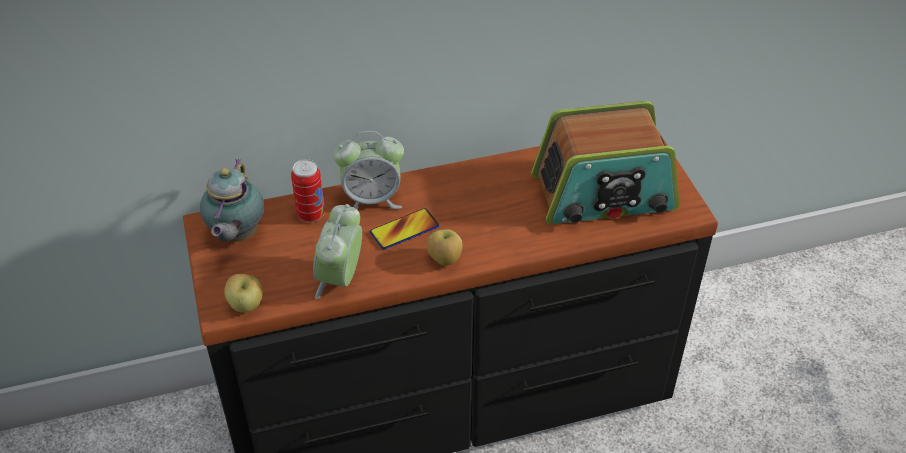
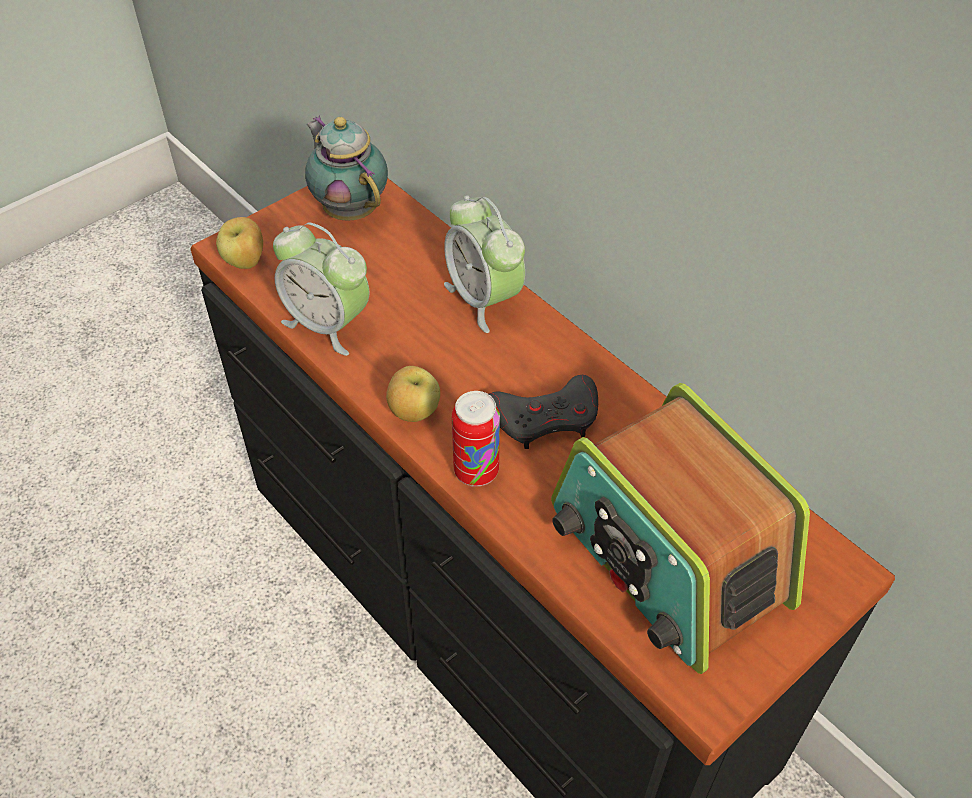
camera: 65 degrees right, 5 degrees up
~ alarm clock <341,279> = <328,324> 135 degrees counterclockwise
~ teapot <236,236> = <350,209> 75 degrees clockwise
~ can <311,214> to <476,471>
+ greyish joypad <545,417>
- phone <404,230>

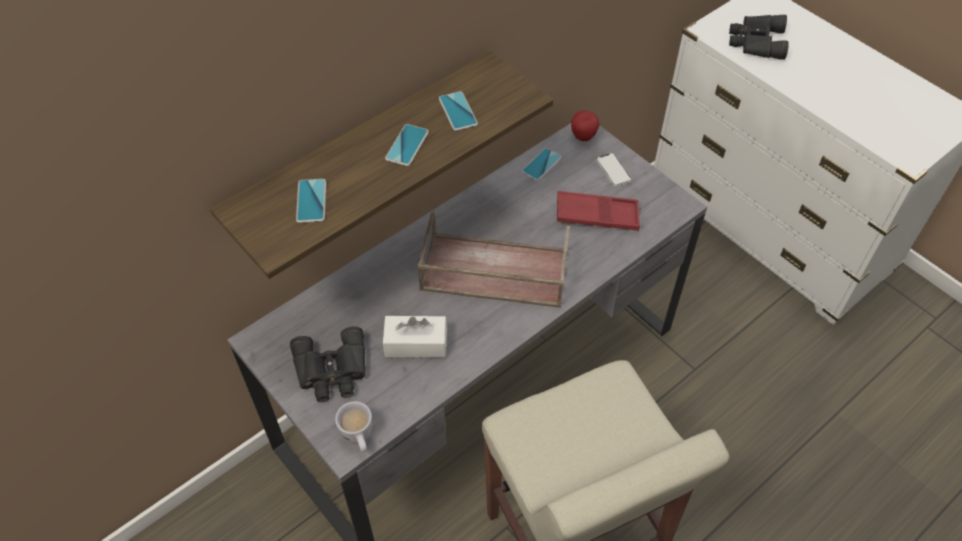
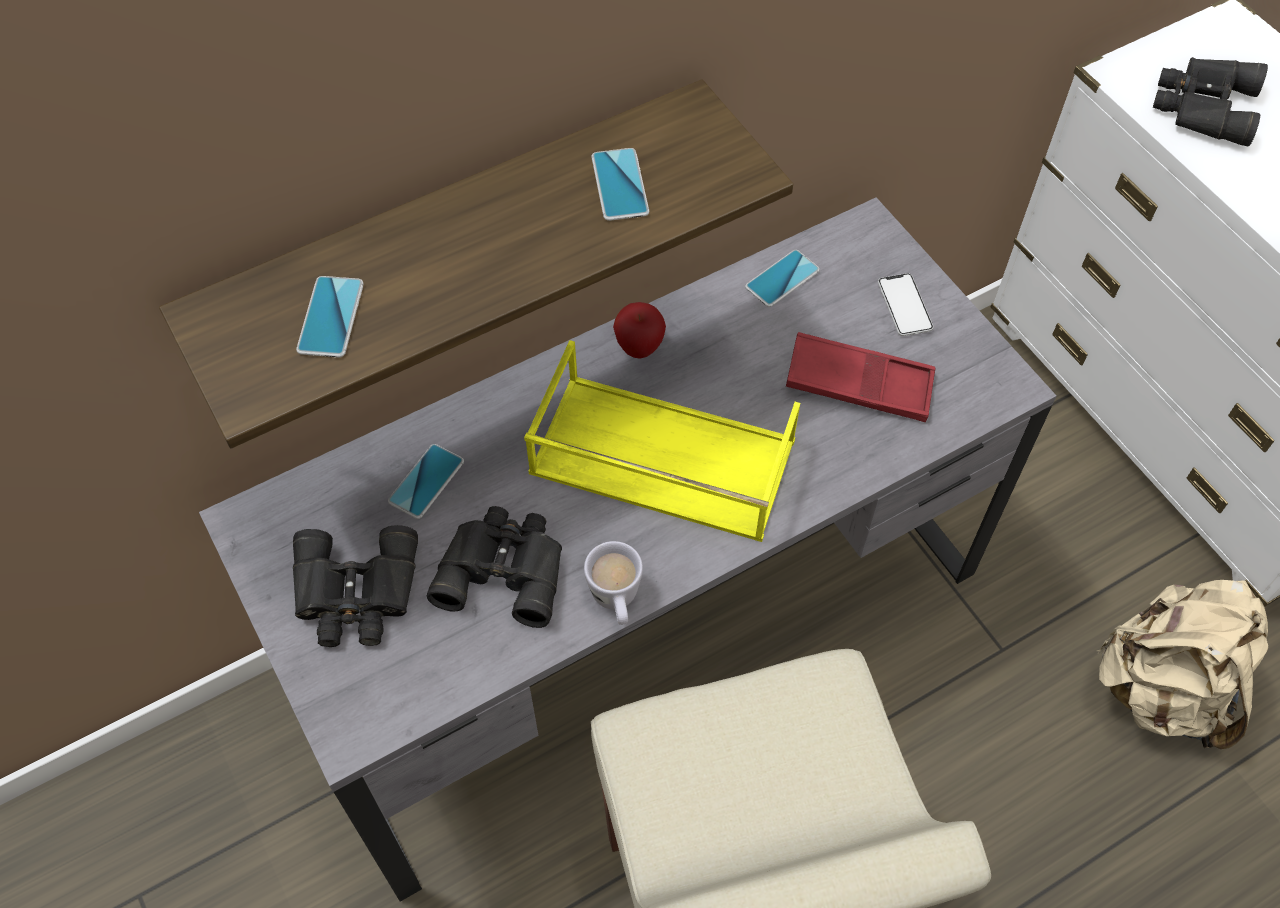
camera: 10 degrees right, 5 degrees up
~ phone <407,145> to <426,481>
~ white-coloured tissue holder <416,343> to black-coloured binoculars <503,568>
~ brownish carrying tray <492,271> to yellow carrying tray <659,459>
~ white-coloured mug <359,439> to <616,601>
~ whole apple <583,137> to <639,348>
+ sand-coloured knapsack <1163,689>

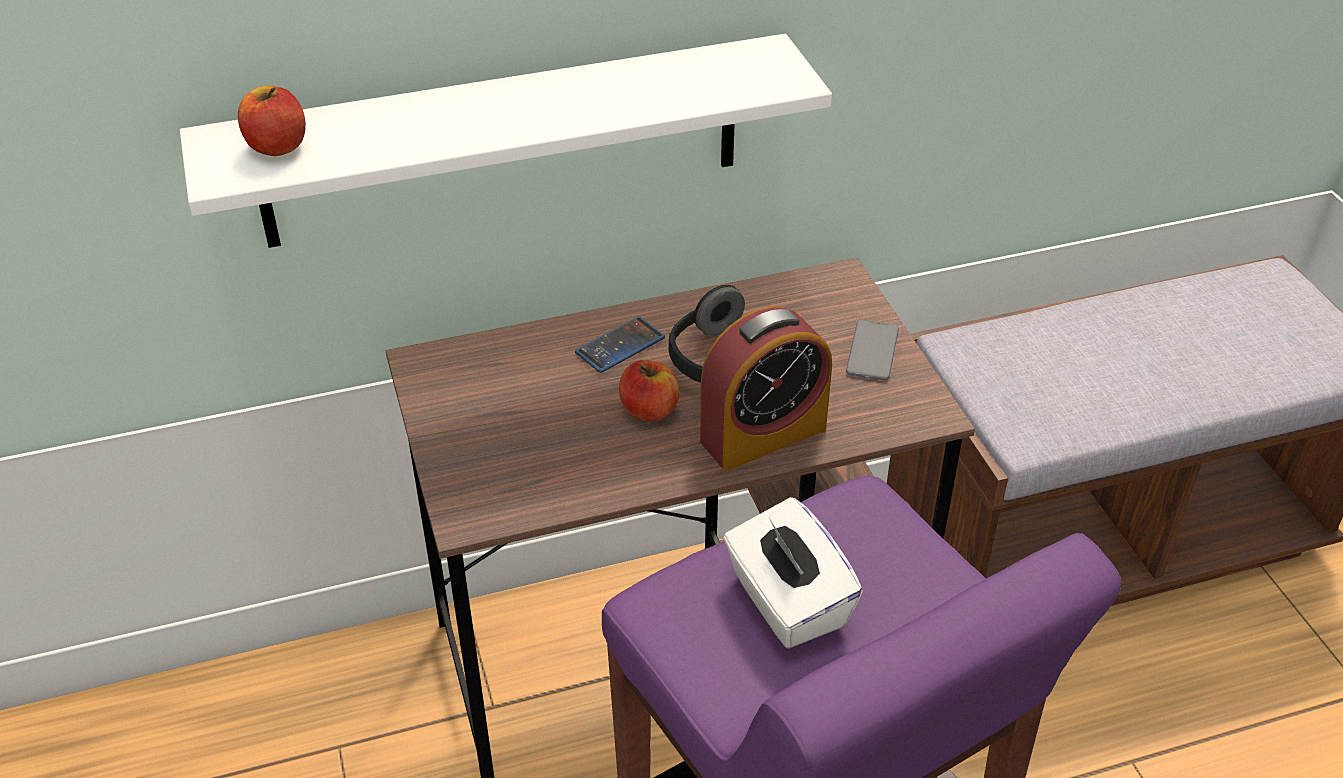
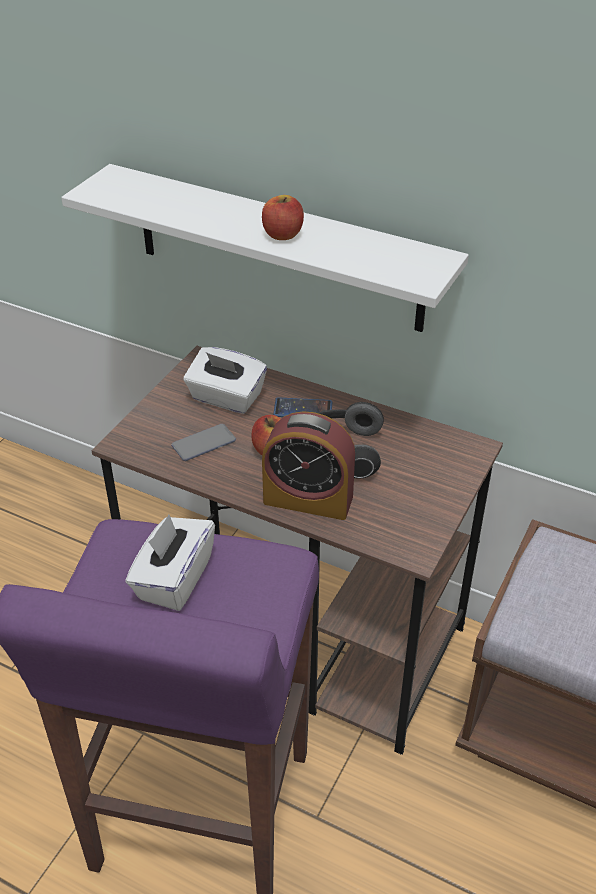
camera: 45 degrees right, 0 degrees up
~ phone <872,351> to <204,443>
+ white-coloured tissue holder <226,398>
~ whole apple <277,146> to <282,234>

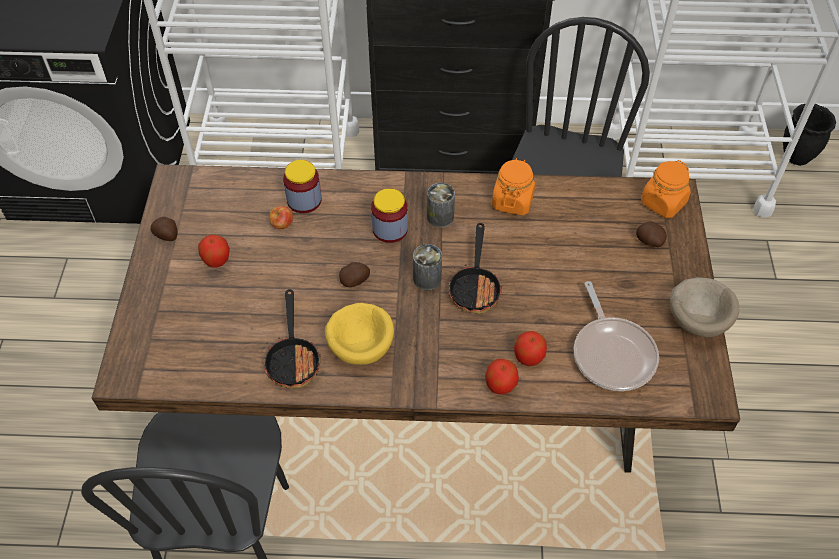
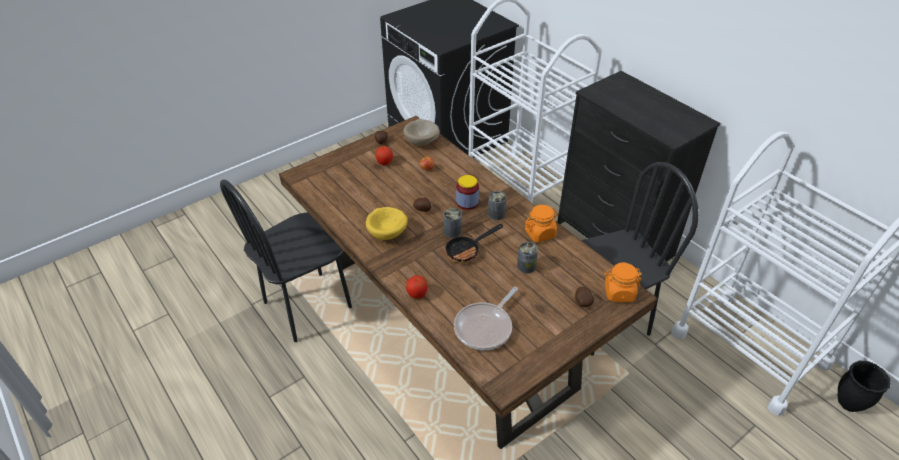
camera: 50 degrees right, 10 degrees down
~ sand-coloured deep dish <699,319> to <422,142>
+ can <526,266>
- frying pan <293,358>
- jar <304,200>
- whole apple <529,357>

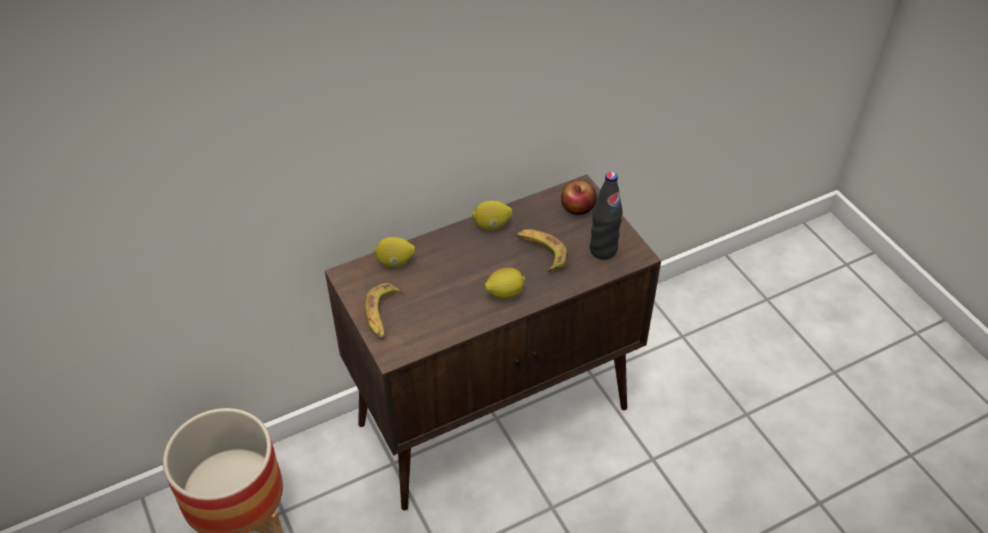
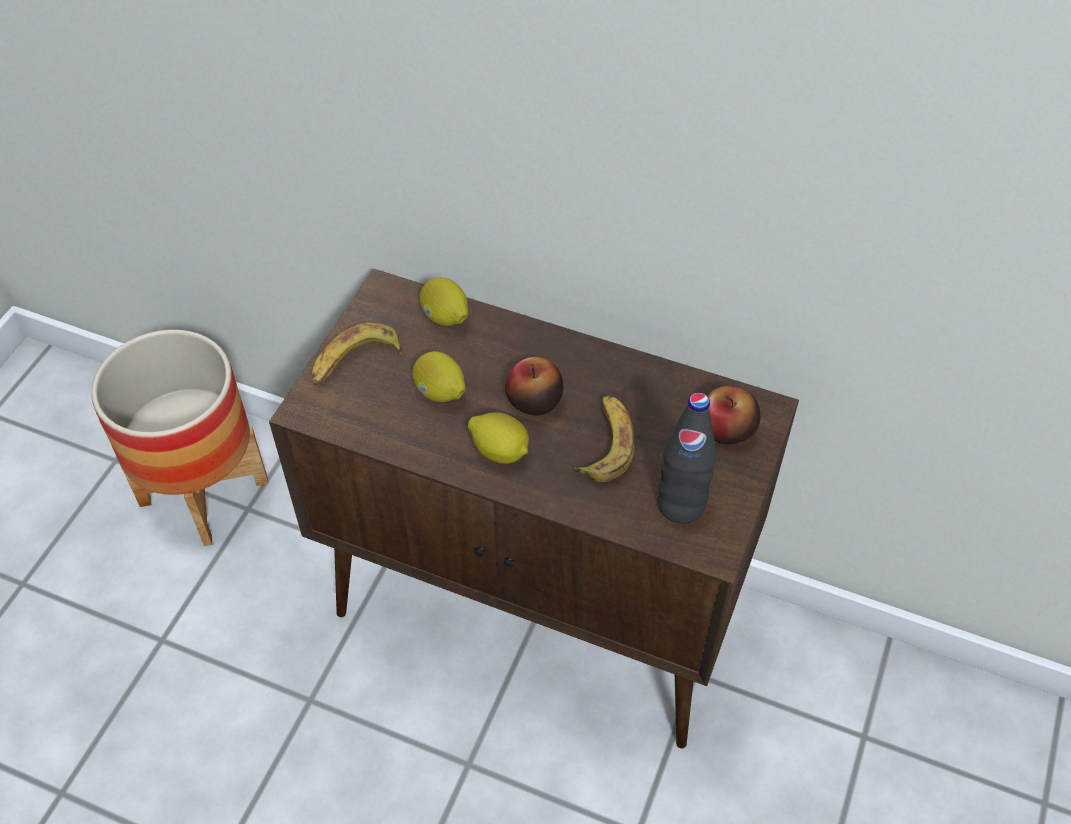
camera: 50 degrees right, 5 degrees up
~ lemon <492,225> to <440,392>
+ whole apple <534,400>

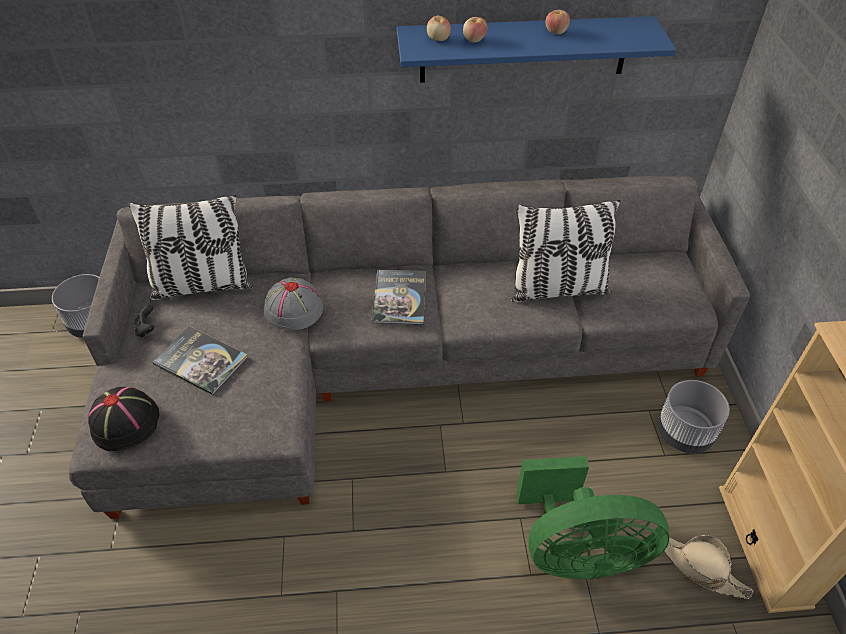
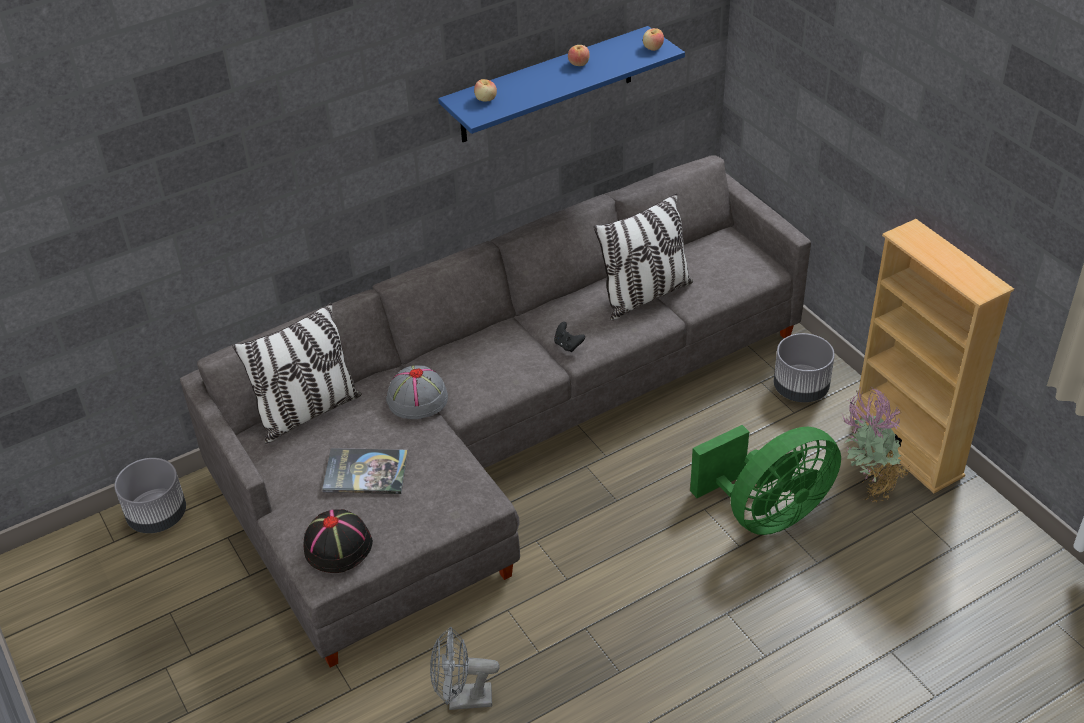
camera: 25 degrees left, 5 degrees down
+ greyish fan <462,699>
~ black-coloured joypad <147,329> to <568,345>
~ whole apple <474,40> to <653,48>
~ sand-coloured clothing hat <700,568> to potted plant <868,484>
- volume <399,297>

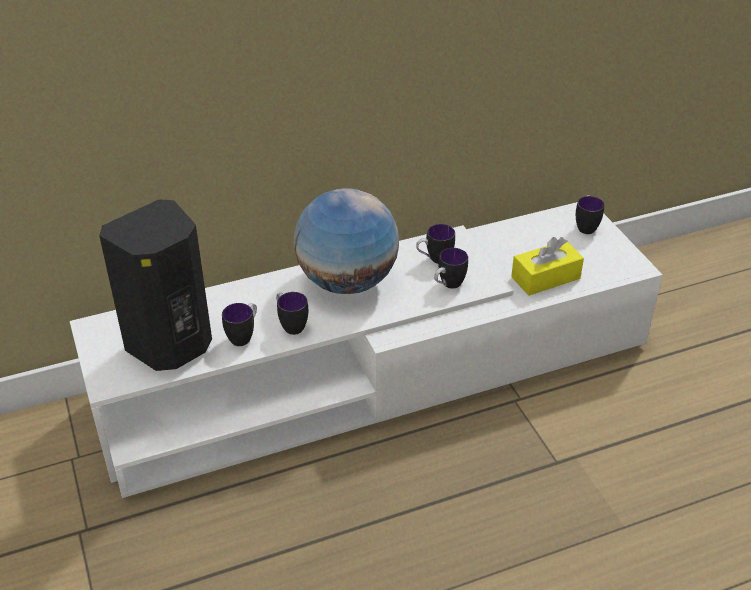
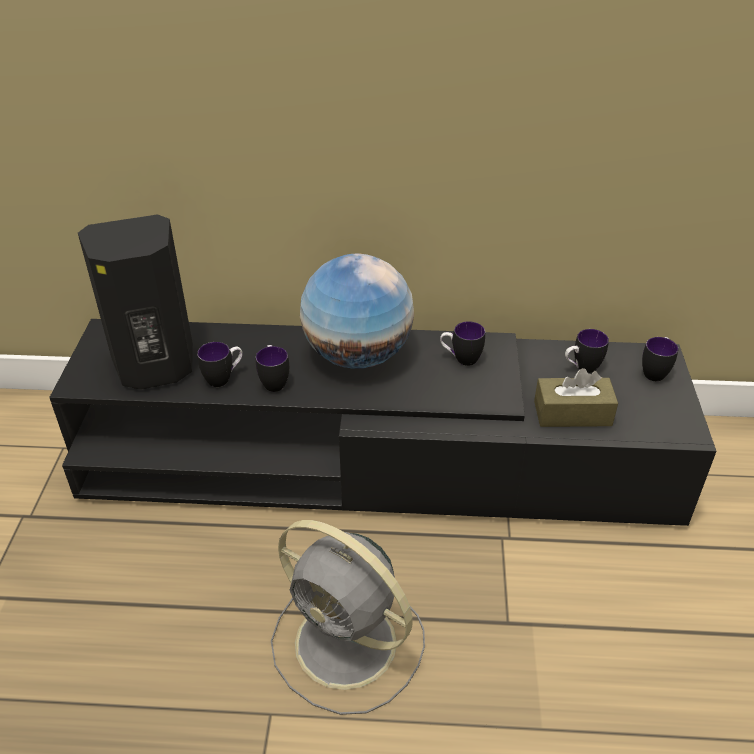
camera: 25 degrees right, 0 degrees up
~ white-coloured tv unit <375,372> to black-coloured tv unit <377,460>
+ greyish fan <349,645>
~ yellow tissue holder <545,278> to brownish tissue holder <572,413>
~ mug <448,285> to <581,368>

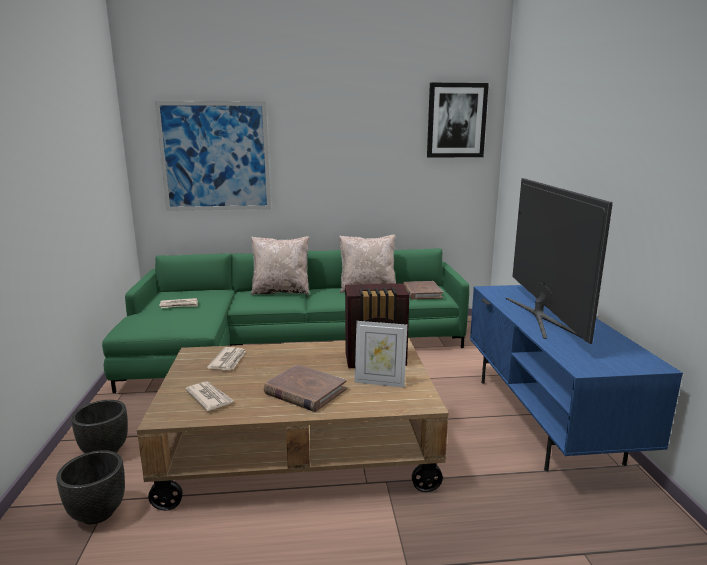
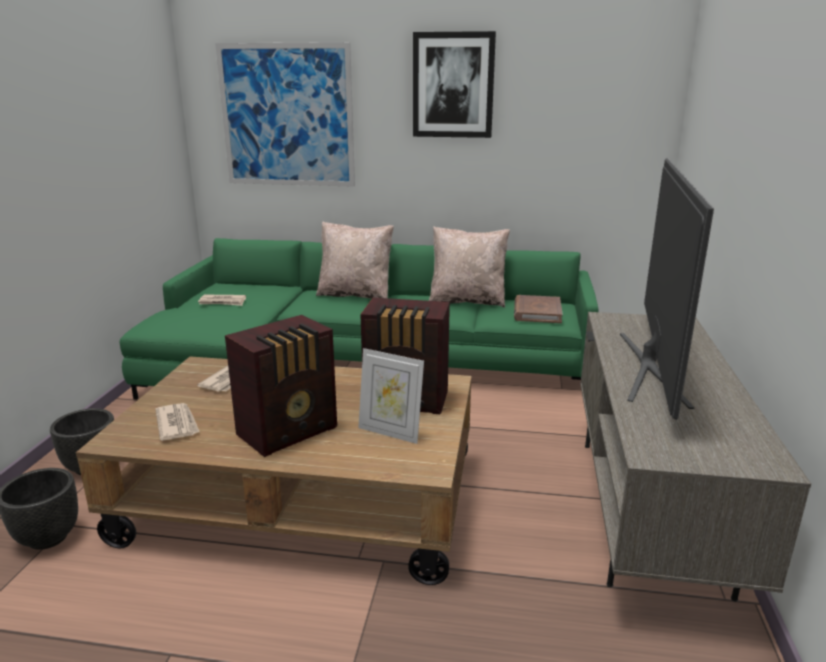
camera: 15 degrees right, 5 degrees up
~ brownish volume <305,391> to radio <290,431>
~ picture <456,120> to <453,85>
~ blue-coloured tv unit <545,418> to greyish tv unit <650,511>

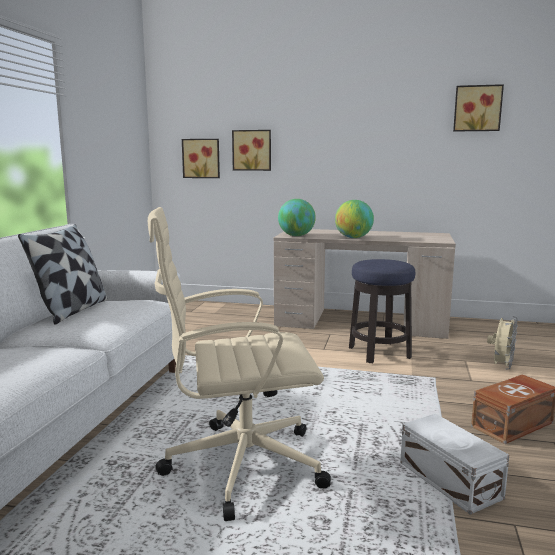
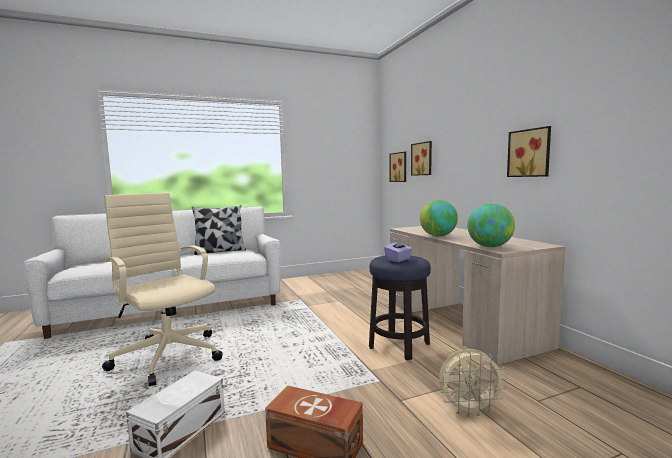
camera: 55 degrees right, 5 degrees down
+ purplish tissue holder <398,260>
~ world globe <296,236> to <489,246>
~ picture <477,108> to <530,153>

